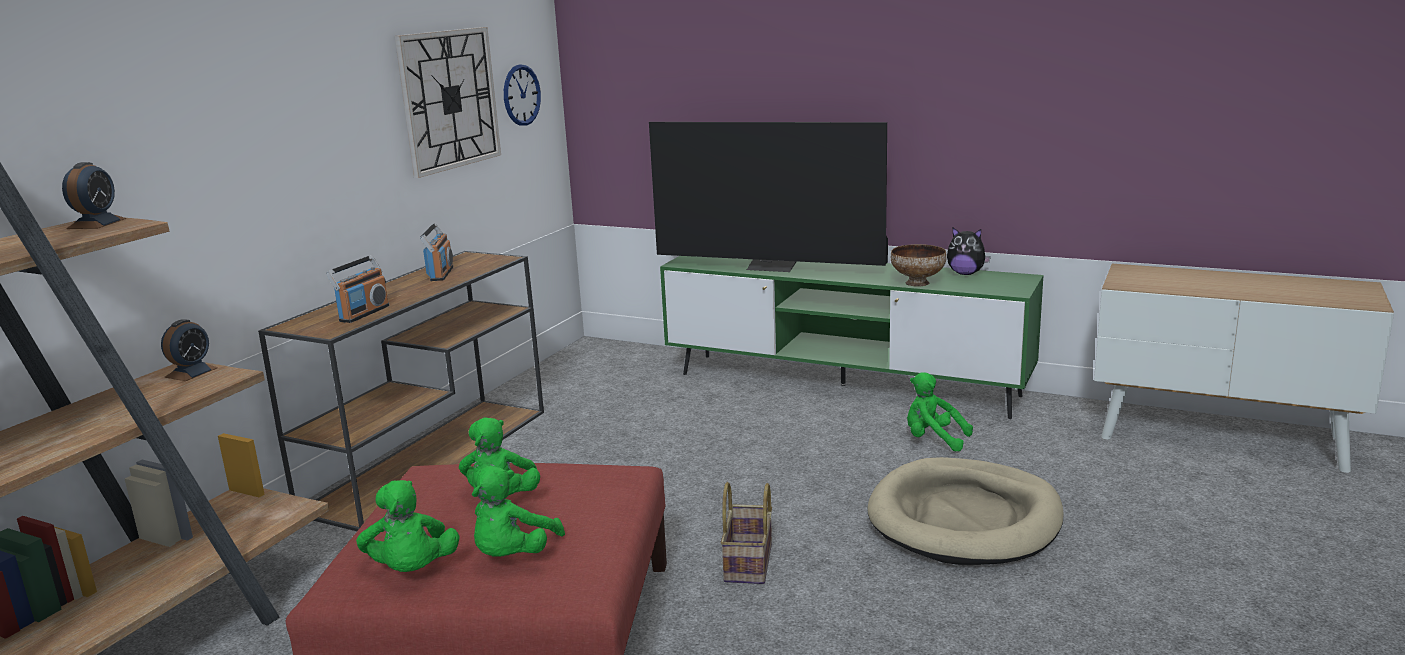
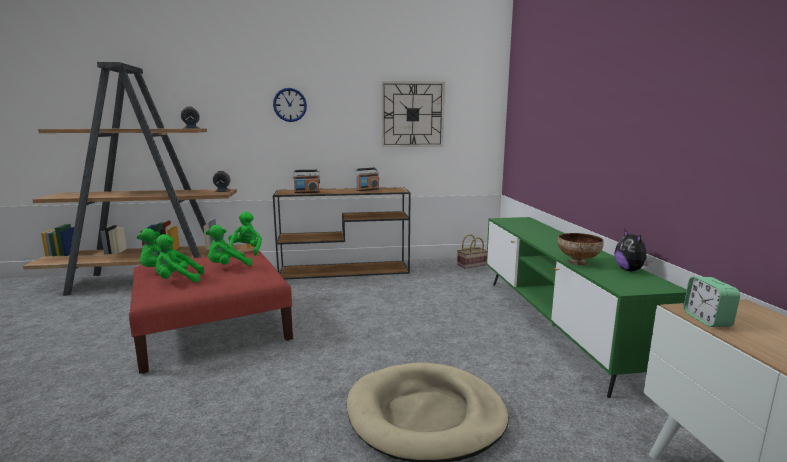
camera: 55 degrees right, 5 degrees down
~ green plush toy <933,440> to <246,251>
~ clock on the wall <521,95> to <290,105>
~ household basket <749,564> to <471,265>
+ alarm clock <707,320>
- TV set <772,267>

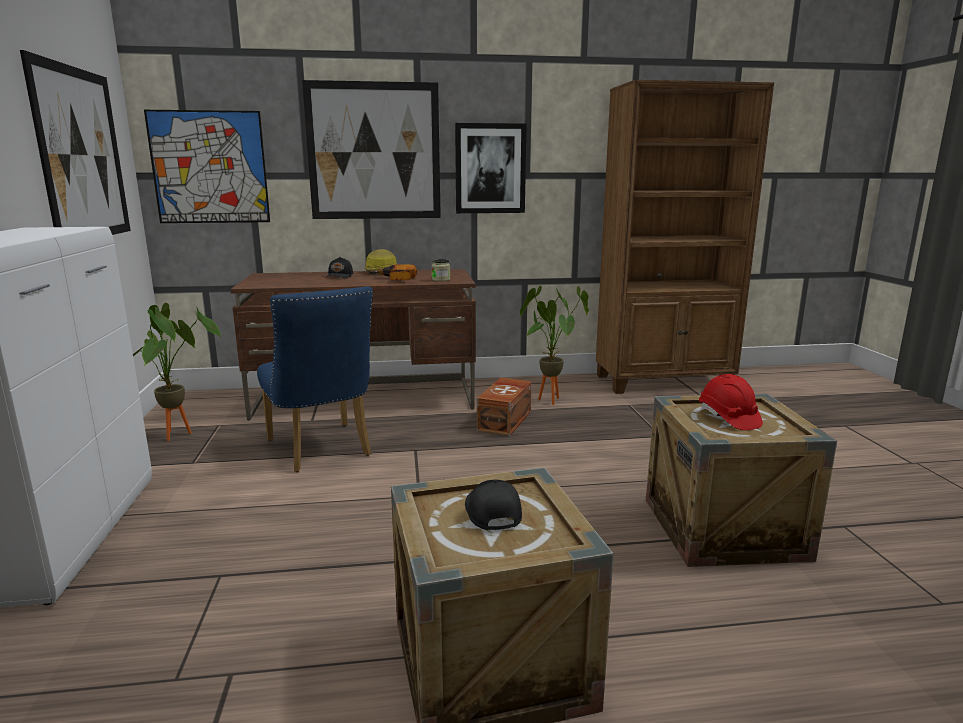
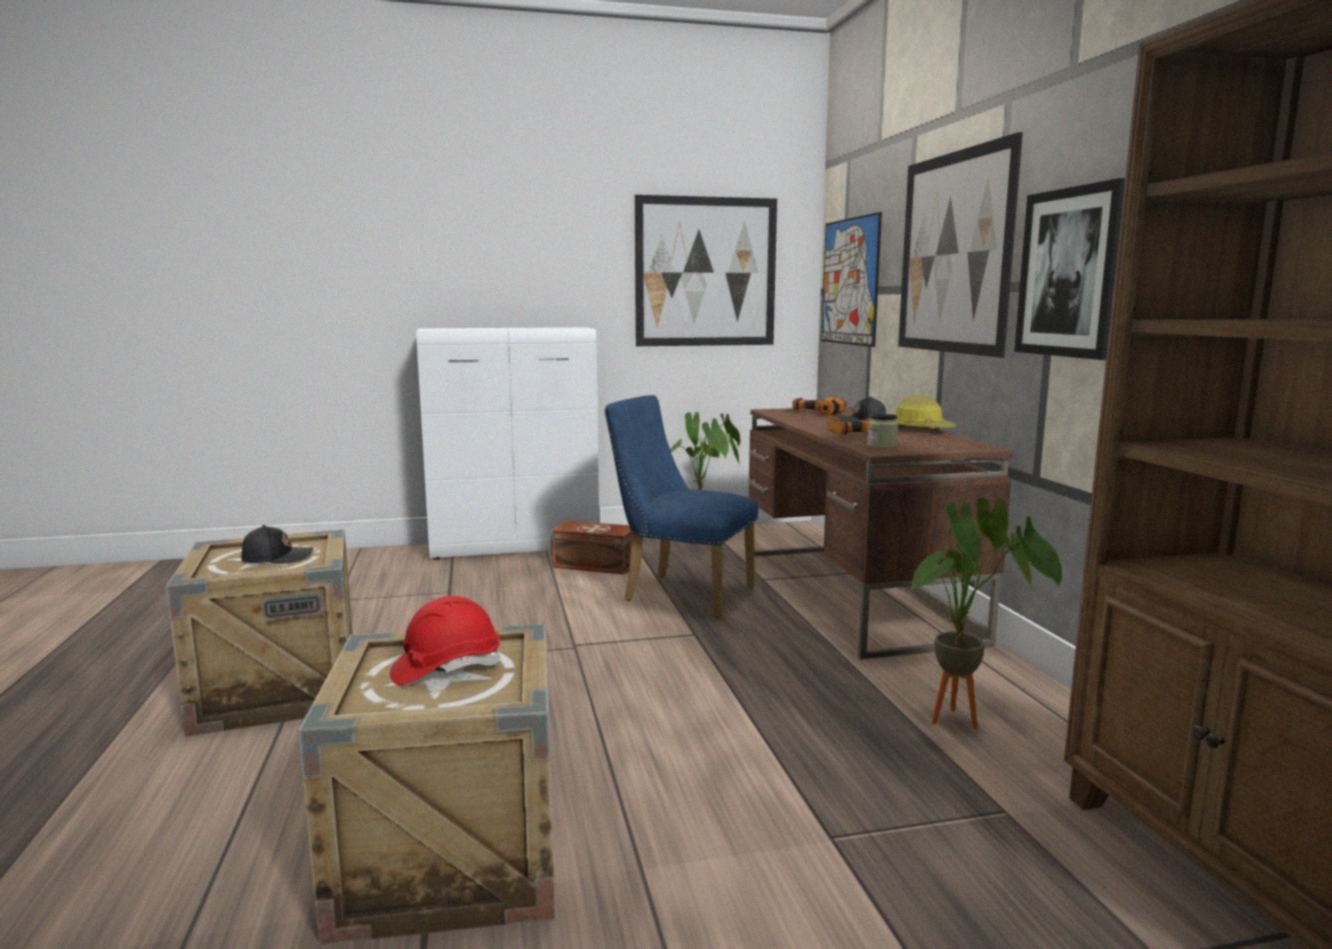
camera: 85 degrees right, 5 degrees down
~ brownish storage container <506,420> to <596,565>
~ blue-coloured chair <322,451> = <680,593> 60 degrees clockwise
+ power drill <820,412>

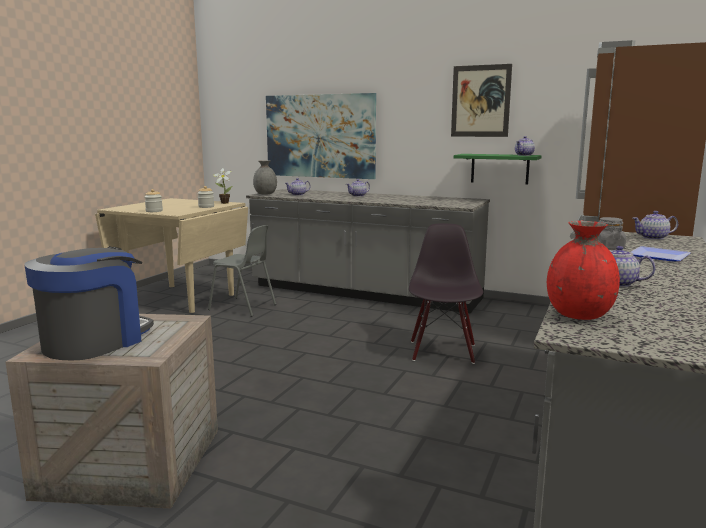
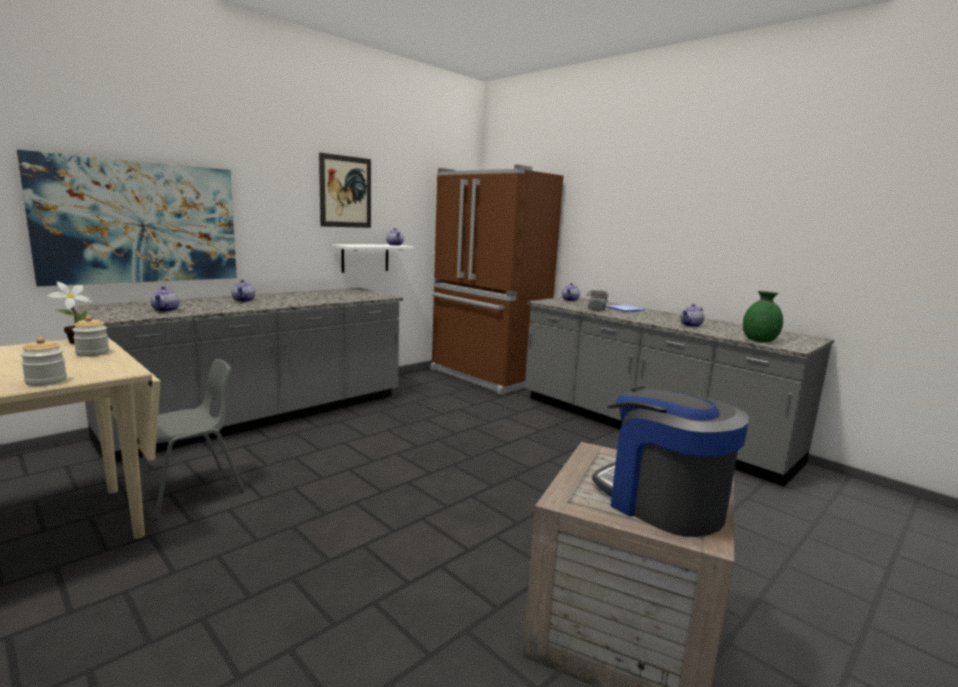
camera: 70 degrees left, 0 degrees up
~ green bracket shelf <499,168> to white-coloured bracket shelf <365,258>
~ red-coloured decorative vase <579,315> to green decorative vase <759,340>
- greyish decorative vase <265,194>
- black-coloured chair <442,352>

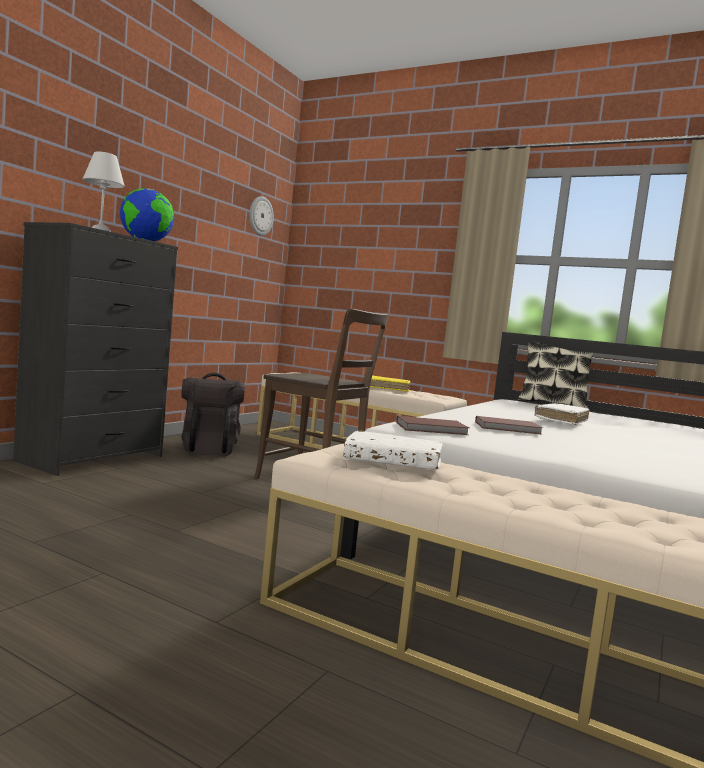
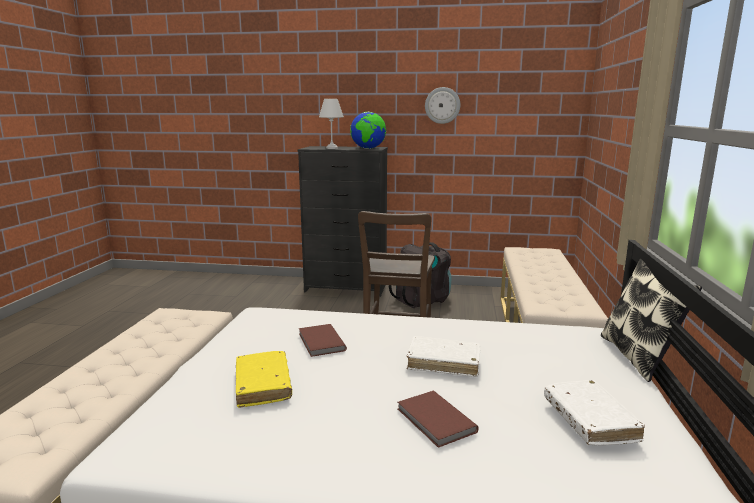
camera: 70 degrees right, 10 degrees up
~ yellow volume <388,388> to <263,385>
~ brownish volume <432,429> to <435,421>
~ clock on the wall <260,216> to <442,105>
~ white-coloured volume <392,462> to <589,420>

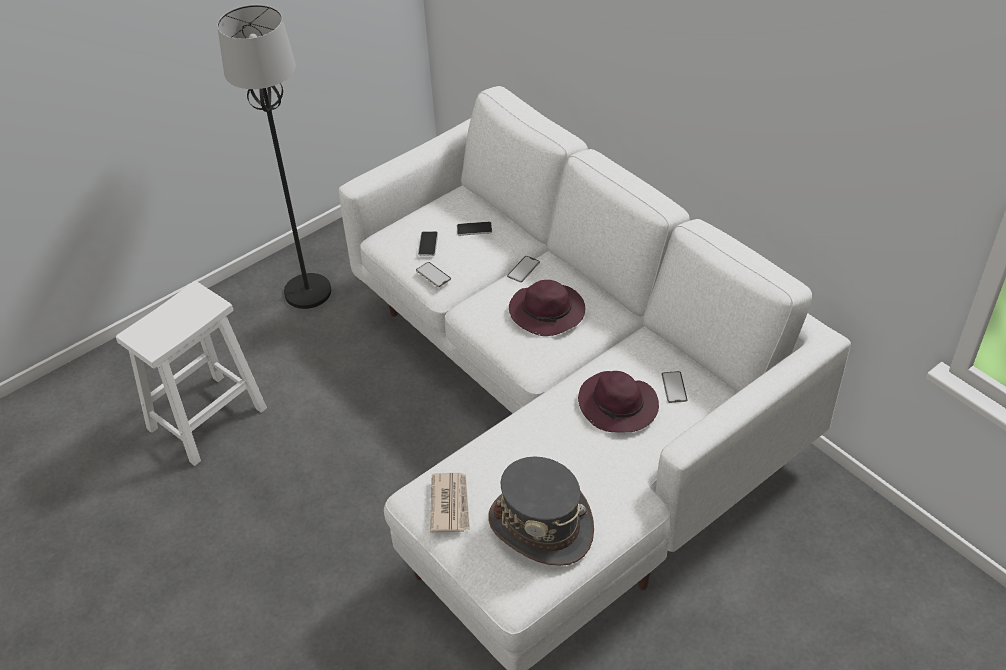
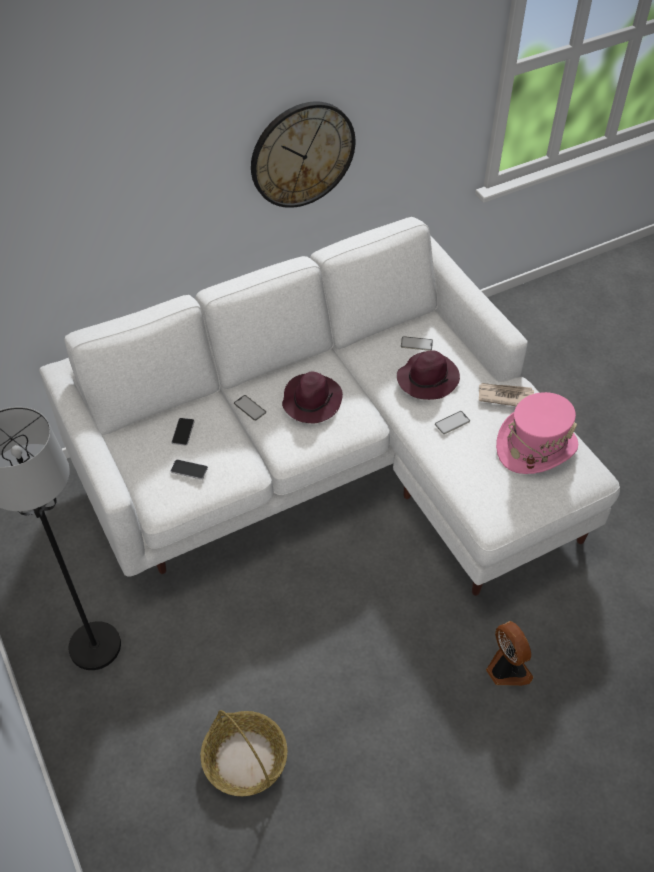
camera: 80 degrees left, 5 degrees up
~ white-coloured sitting stool <208,417> to household basket <244,758>
+ clock on the wall <302,154>
~ phone <433,275> to <452,422>
~ newspaper <450,504> to <505,396>
+ fan <506,669>
~ greyish clothing hat <541,525> to pinkish clothing hat <536,446>

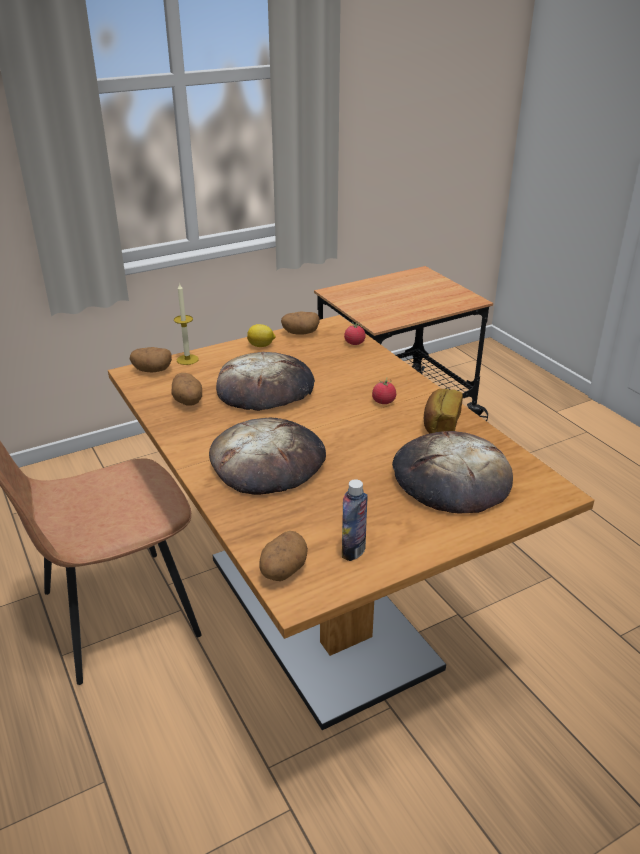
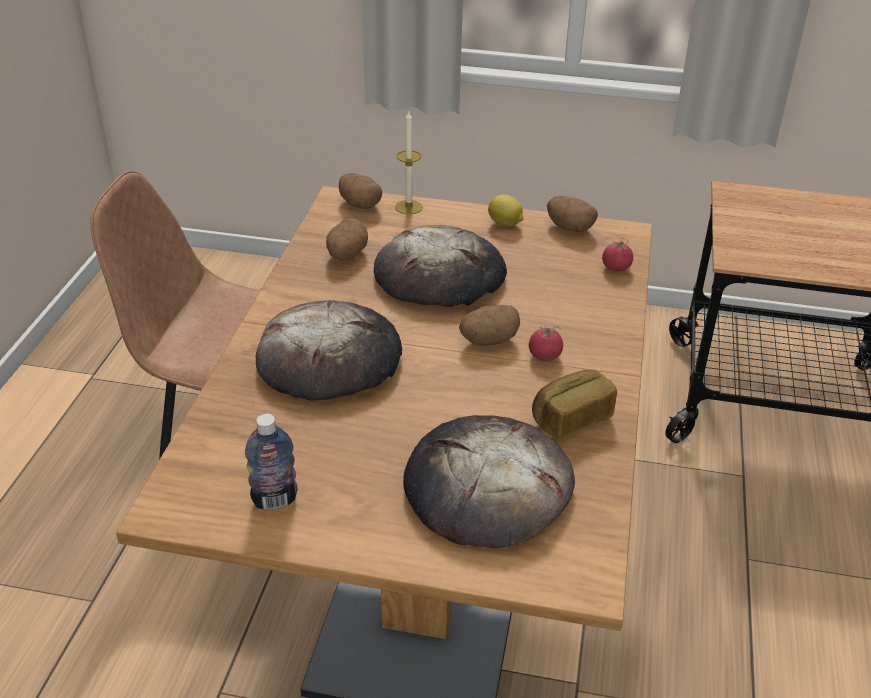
camera: 40 degrees right, 5 degrees up
~ whole potato <282,571> to <488,340>

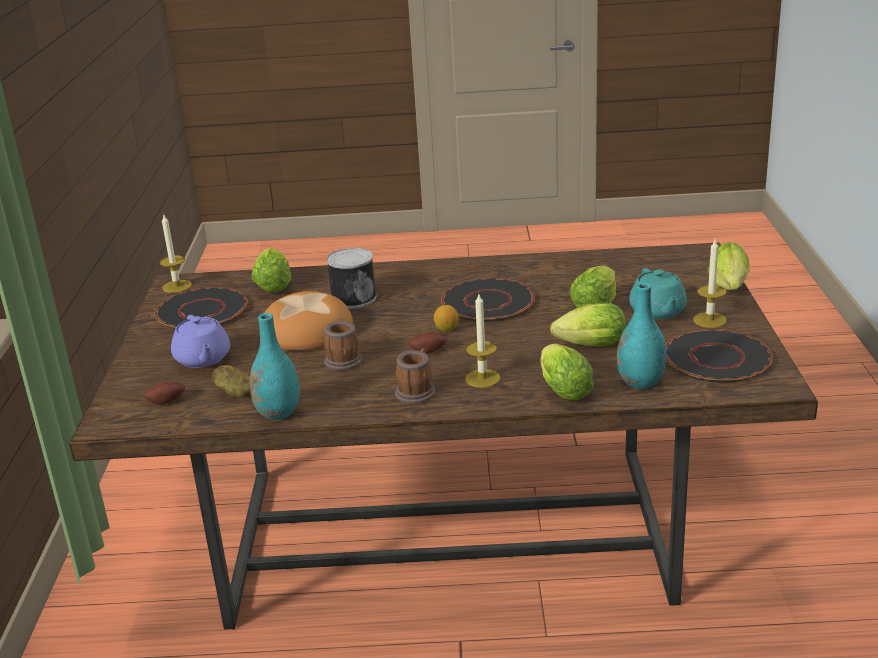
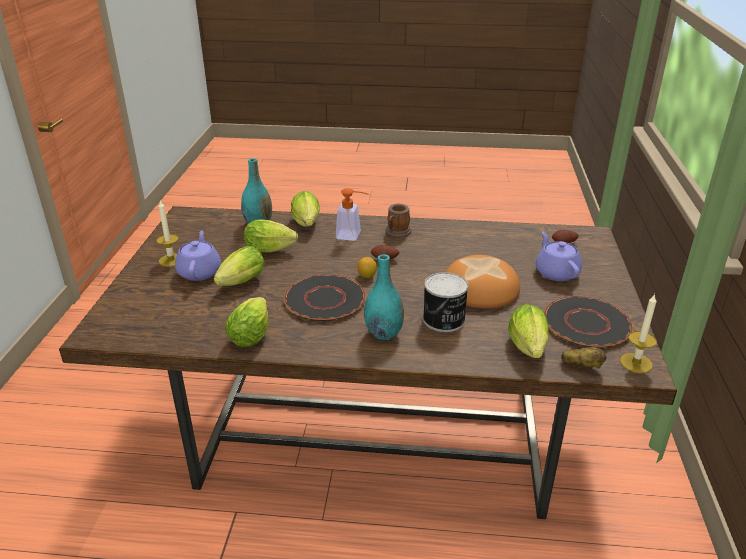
camera: 175 degrees left, 5 degrees up
~ blue-green teapot <658,312> to purplish teapot <200,272>
~ head of lettuce <729,289> to <252,334>
~ candle <482,378> to soap bottle <353,236>
~ blue-green decorative vase <278,413> to <383,333>
~ whole potato <236,393> to <582,366>
- mug <343,359>
- black-coloured dinner plate <717,358>

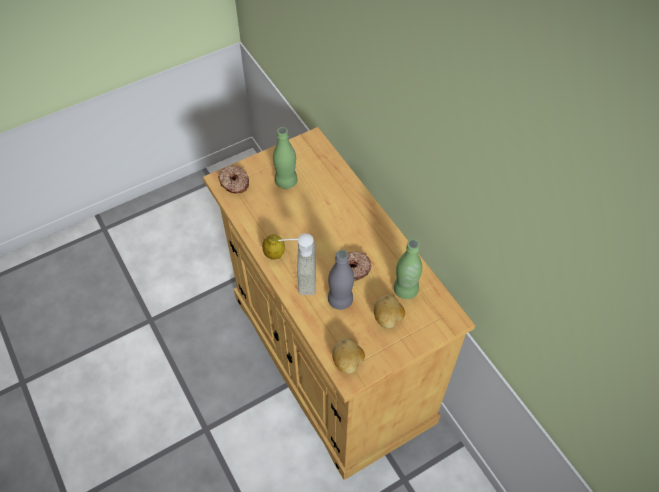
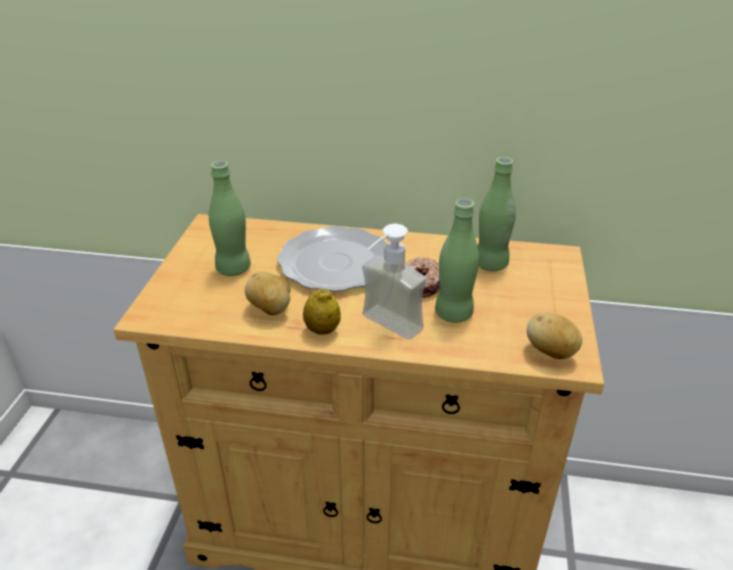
camera: 50 degrees left, 20 degrees down
~ whole potato <388,318> to <271,309>
+ dinner plate <336,263>
~ greyish bottle <340,300> to green bottle <453,313>
- doughnut <234,183>

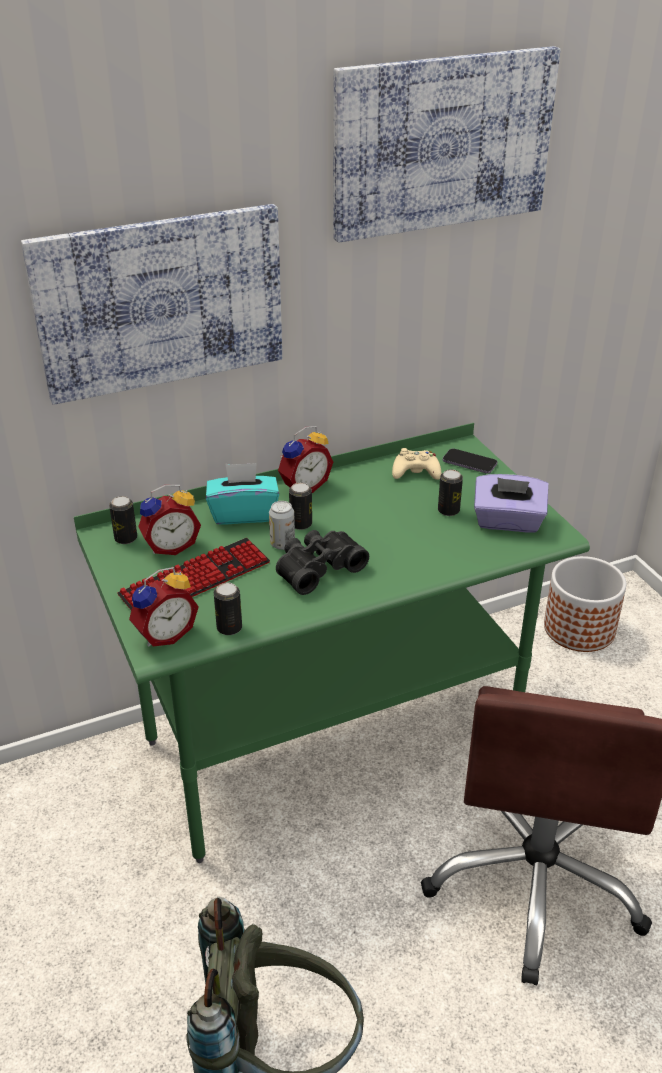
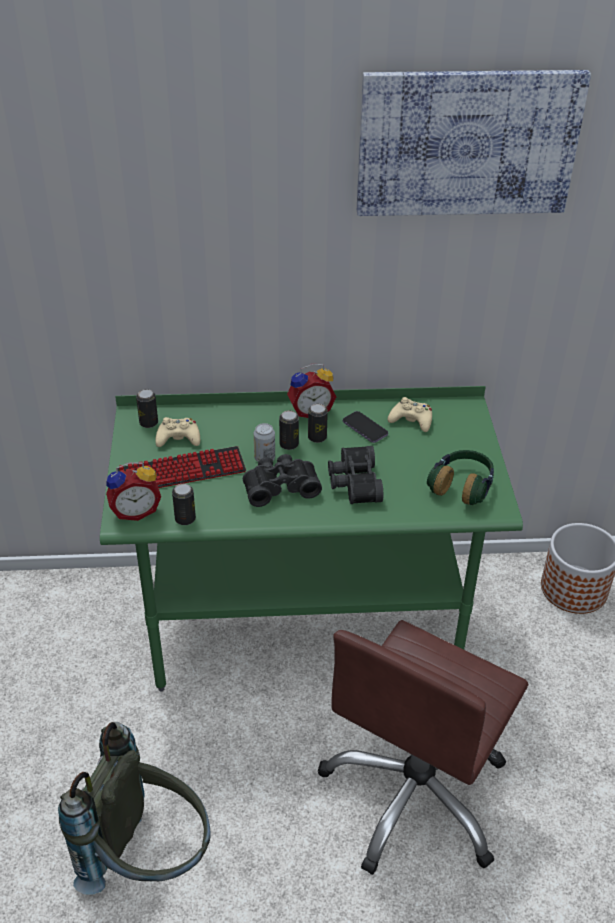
camera: 20 degrees right, 5 degrees up
~ alarm clock <171,546> to sand-coloured joypad <178,438>
~ can <448,510> to <317,437>
+ black-coloured binoculars <353,483>
~ phone <469,463> to <365,428>
~ purplish tissue holder <508,522> to pair of headphones <462,486>
- picture <160,302>
- blue-green tissue holder <243,513>

